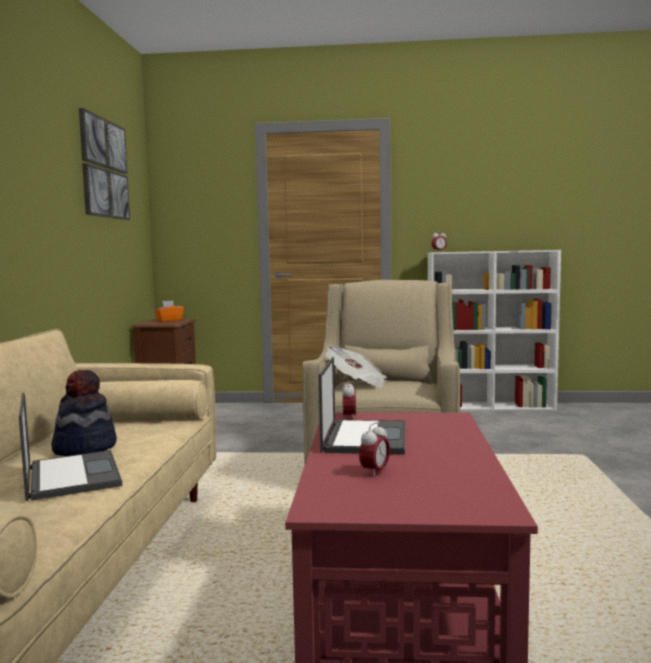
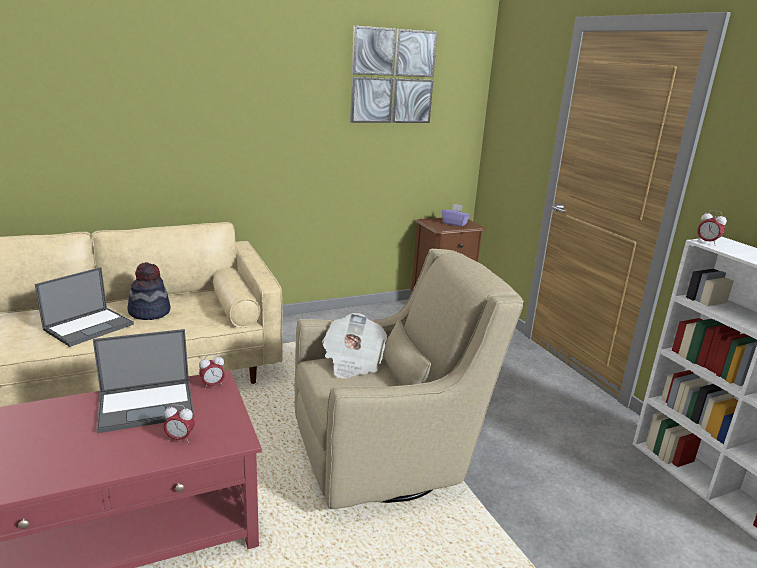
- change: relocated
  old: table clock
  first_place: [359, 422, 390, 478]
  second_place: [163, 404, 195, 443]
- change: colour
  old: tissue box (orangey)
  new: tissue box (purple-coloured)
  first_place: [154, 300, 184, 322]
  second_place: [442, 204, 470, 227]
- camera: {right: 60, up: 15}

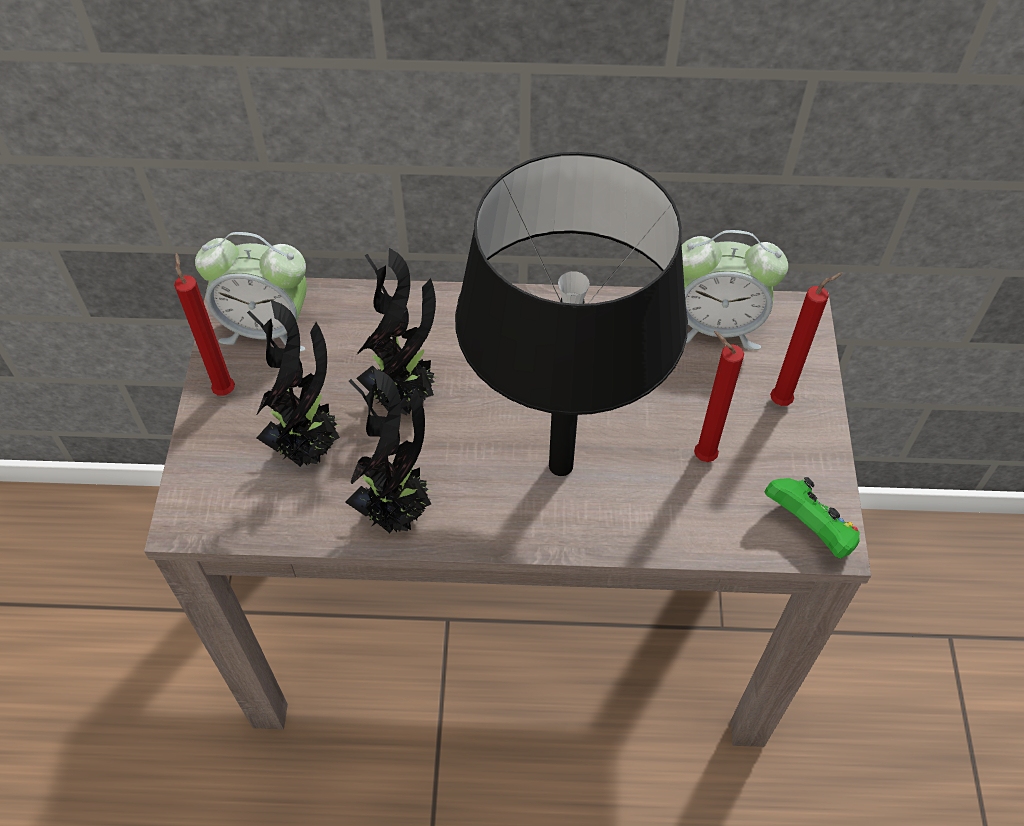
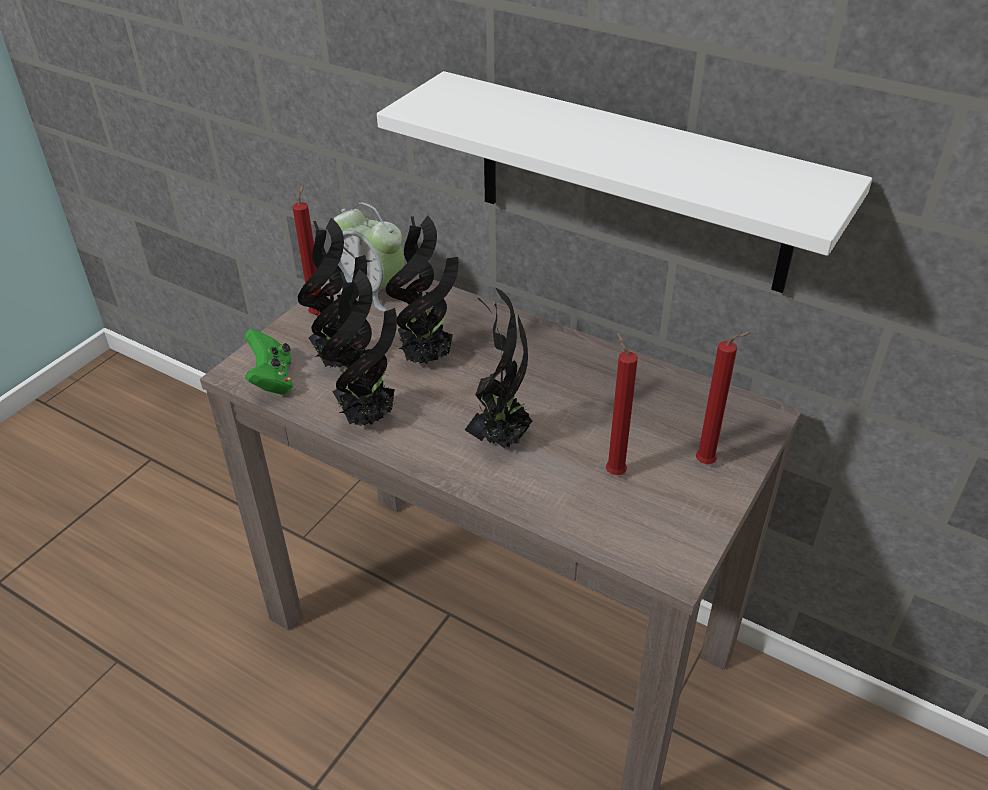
- change: relocated
  old: game controller (greenish)
  first_place: [765, 477, 860, 559]
  second_place: [245, 329, 293, 394]
- change: appeared
  new: bracket shelf (white-coloured)
  second_place: [377, 71, 872, 293]
- change: exchanged
  old: table lamp (black-coloured)
  new: potted plant
  first_place: [455, 152, 688, 476]
  second_place: [465, 287, 533, 449]
- change: missing
  old: table clock
  first_place: [682, 230, 788, 350]
- camera: {right: 30, up: -15}

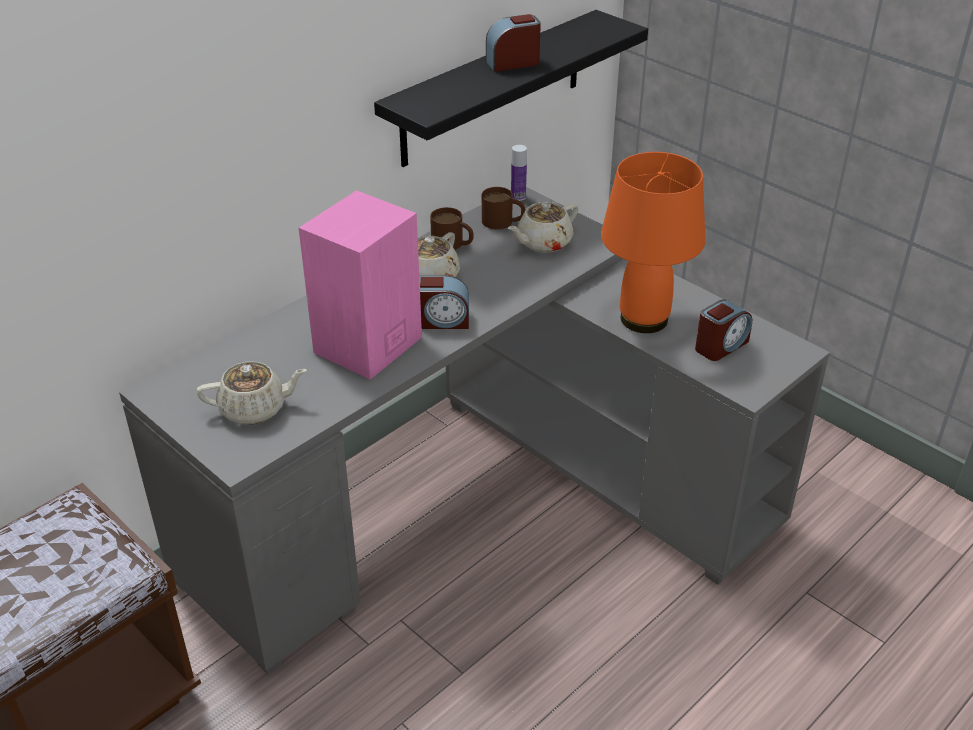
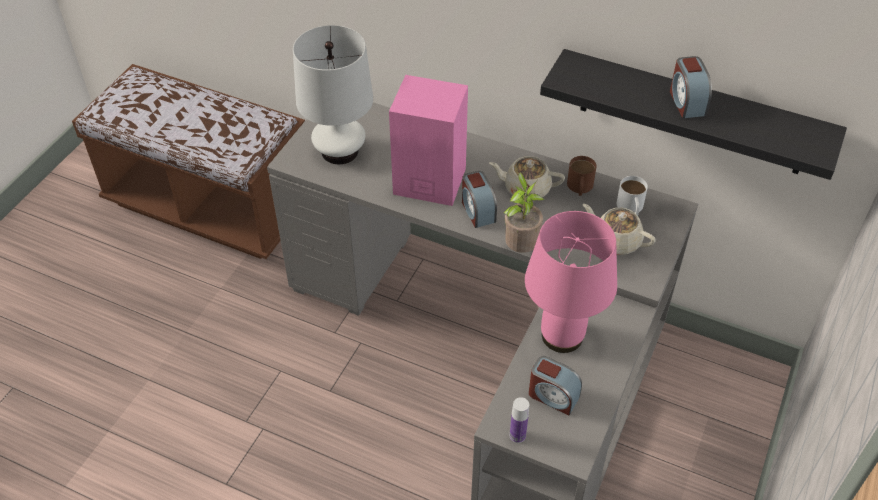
- change: exchanged
  old: tea pot (sand-coloured)
  new: table lamp (white-coloured)
  first_place: [196, 362, 307, 424]
  second_place: [293, 25, 373, 164]
- change: appeared
  new: potted plant
  second_place: [504, 172, 544, 253]
- change: relocated
  old: bottle
  first_place: [511, 145, 527, 201]
  second_place: [510, 397, 529, 443]
- change: colour
  old: table lamp (orangey)
  new: table lamp (pinkish)
  first_place: [601, 152, 705, 333]
  second_place: [525, 211, 617, 353]
- change: colour
  old: coffee mug (brownish)
  new: coffee mug (white-coloured)
  first_place: [482, 187, 525, 229]
  second_place: [617, 176, 648, 216]
- change: spun
  old: table clock
  first_place: [486, 14, 541, 72]
  second_place: [670, 56, 712, 118]
  degrees: -150
- camera: {right: 70, up: 10}

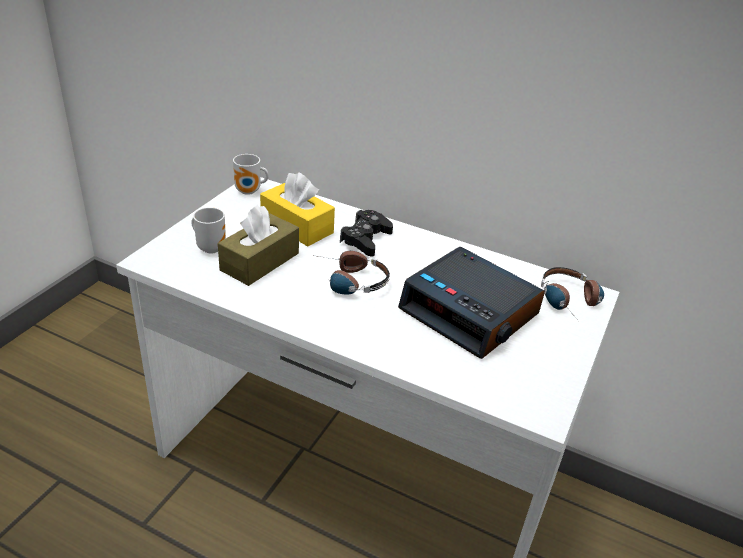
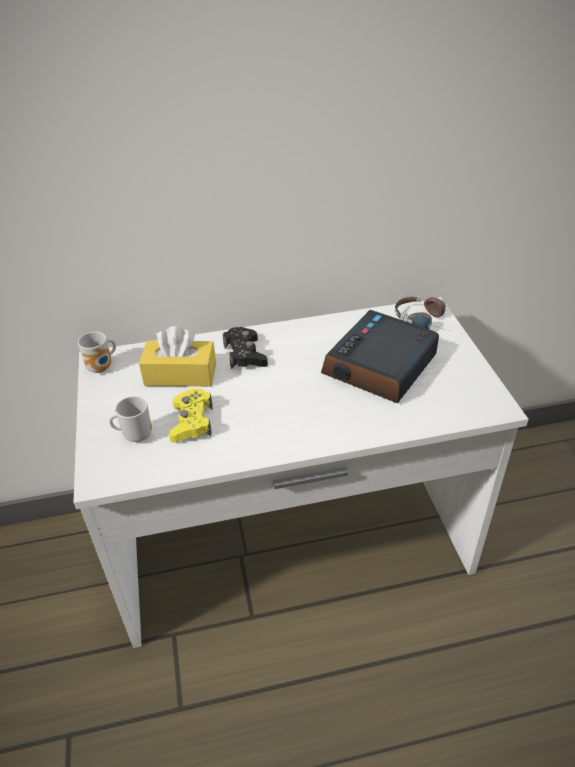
- change: exchanged
  old: tissue box (brownish)
  new: game controller (yellowish)
  first_place: [218, 205, 299, 286]
  second_place: [169, 389, 213, 442]
- change: spun
  old: table clock
  first_place: [398, 247, 545, 359]
  second_place: [321, 310, 439, 403]
  degrees: 120
- change: missing
  old: headset
  first_place: [319, 251, 390, 295]
- camera: {right: -35, up: 5}

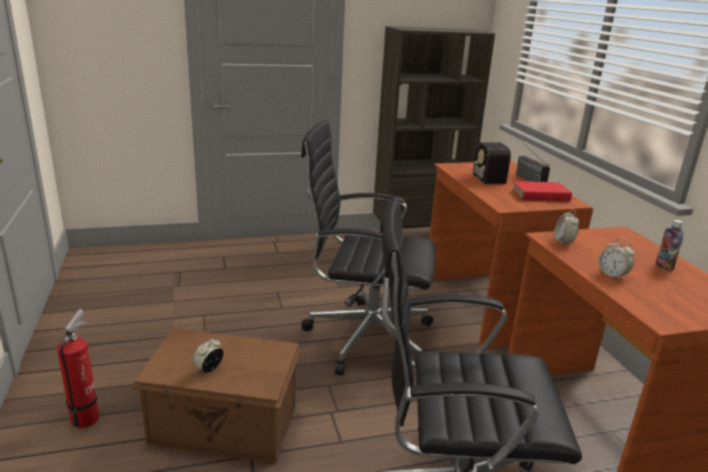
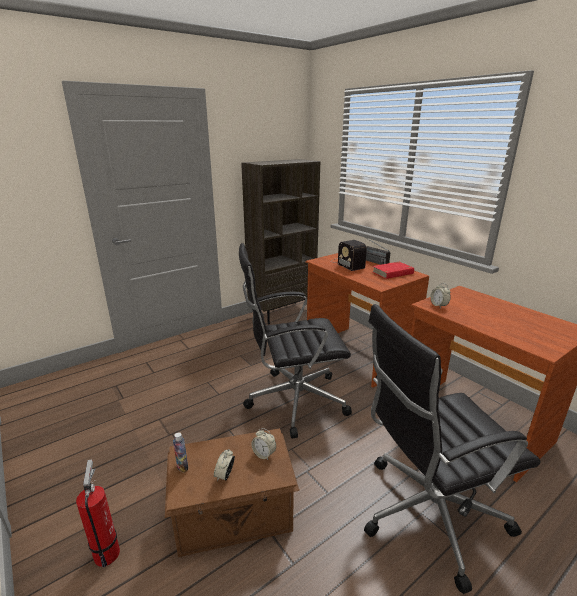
- change: relocated
  old: bottle
  first_place: [656, 220, 684, 271]
  second_place: [173, 432, 188, 473]
- change: relocated
  old: table clock
  first_place: [598, 238, 635, 280]
  second_place: [251, 428, 276, 460]
- camera: {right: -20, up: 0}

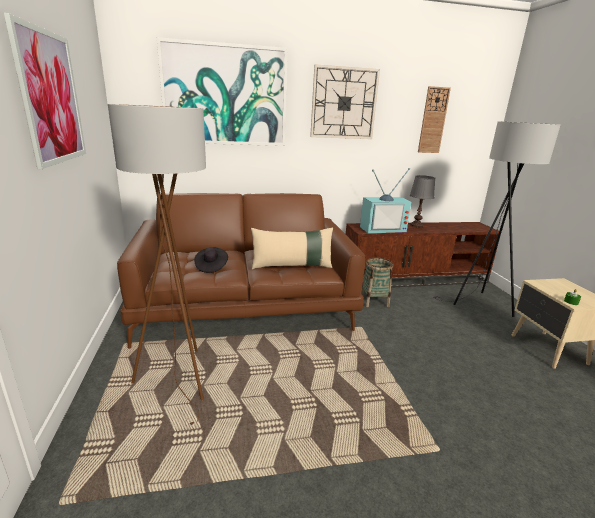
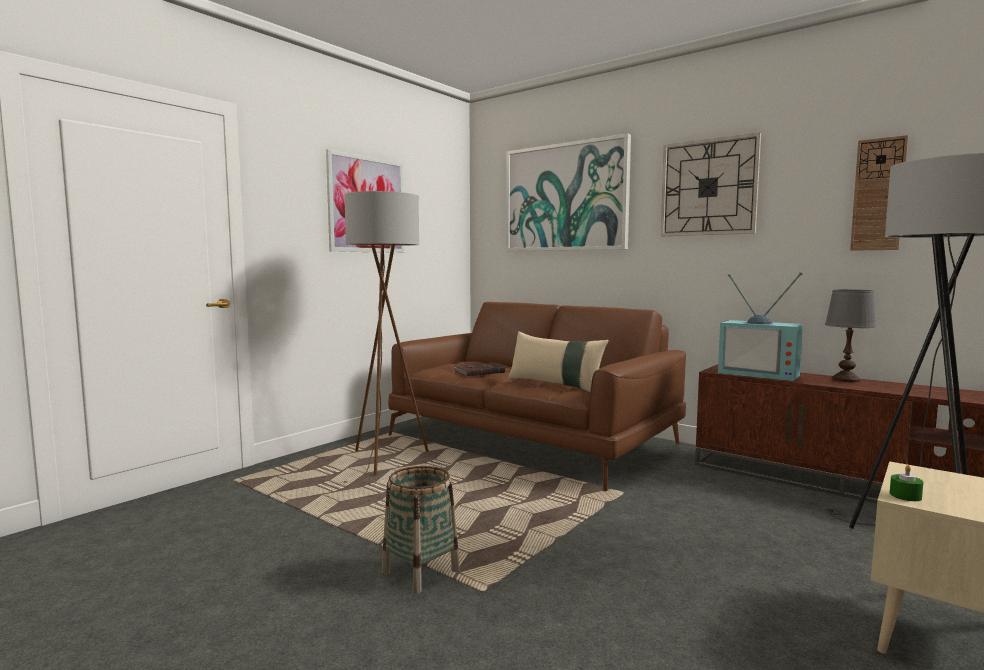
- change: relocated
  old: storage basket
  first_place: [361, 257, 393, 307]
  second_place: [382, 466, 460, 594]
- change: exchanged
  old: wearable hat (black-coloured)
  new: volume (brownish)
  first_place: [194, 247, 228, 273]
  second_place: [453, 363, 505, 376]
- camera: {right: 50, up: -15}

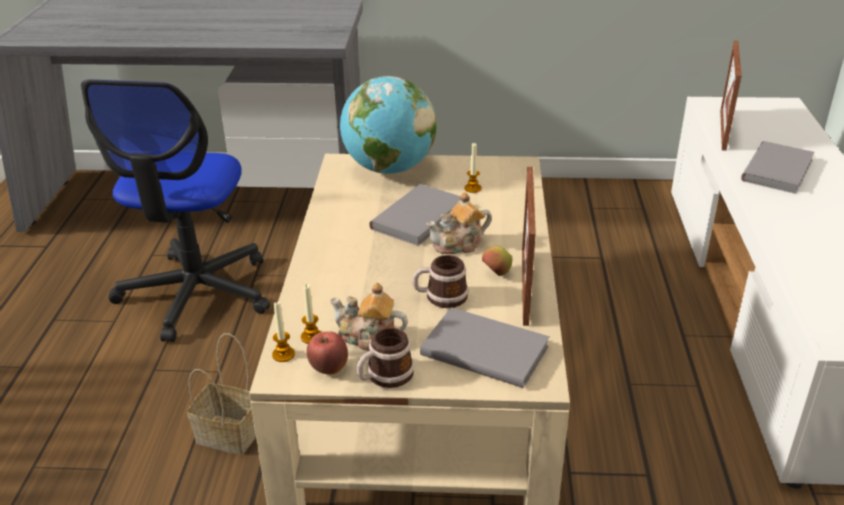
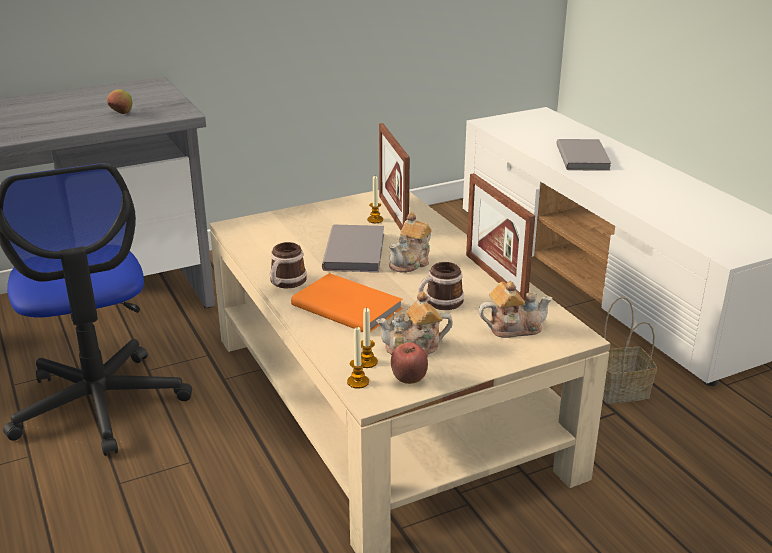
- change: relocated
  old: whole apple
  first_place: [482, 246, 512, 276]
  second_place: [107, 89, 132, 114]
- change: relocated
  old: coffee mug
  first_place: [357, 328, 414, 388]
  second_place: [270, 242, 307, 288]
- change: appeared
  new: volume (orangey)
  second_place: [291, 273, 403, 332]
- change: relocated
  old: picture frame
  first_place: [720, 41, 742, 151]
  second_place: [379, 123, 410, 230]
- change: exchanged
  old: volume (greyish)
  new: tea pot
  first_place: [420, 307, 550, 388]
  second_place: [479, 281, 552, 338]
- change: relocated
  old: storage basket
  first_place: [187, 333, 256, 455]
  second_place: [603, 297, 657, 404]
- change: missing
  old: world globe
  first_place: [340, 76, 437, 174]
- camera: {right: -30, up: -5}

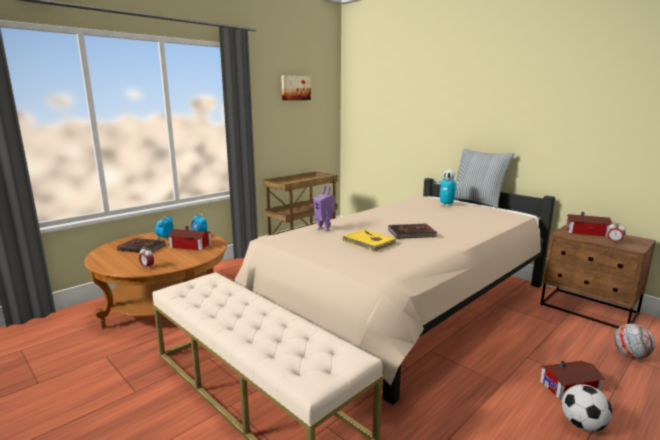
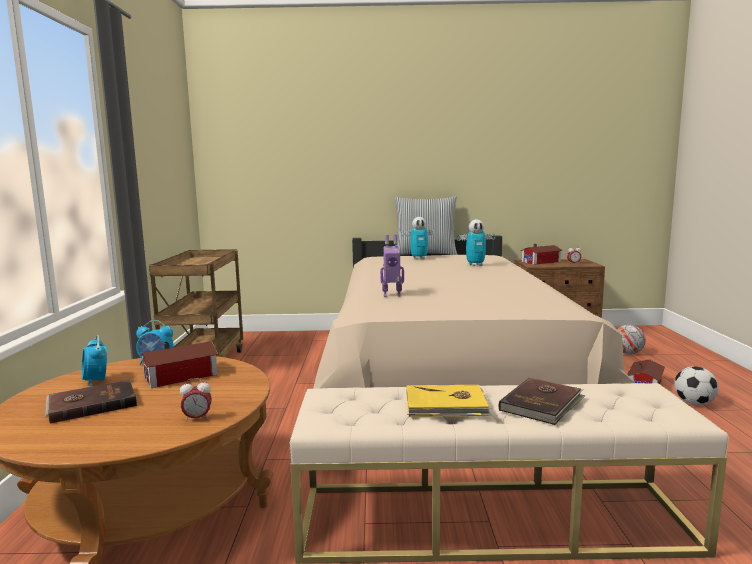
- change: relocated
  old: volume (yellowish)
  first_place: [343, 229, 396, 251]
  second_place: [406, 385, 492, 417]
- change: appeared
  new: toy robot
  second_place: [457, 219, 495, 266]
- change: relocated
  old: volume (brownish)
  first_place: [388, 224, 438, 239]
  second_place: [499, 377, 586, 425]
- change: missing
  old: wall art
  first_place: [281, 75, 311, 100]
- camera: {right: -45, up: -5}

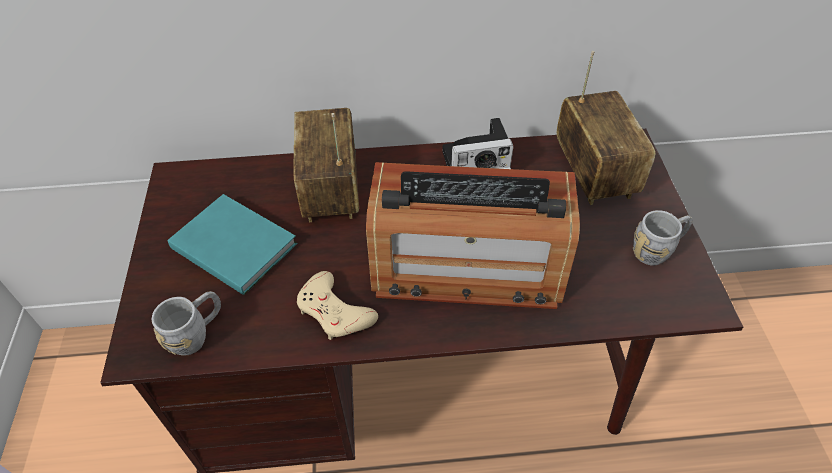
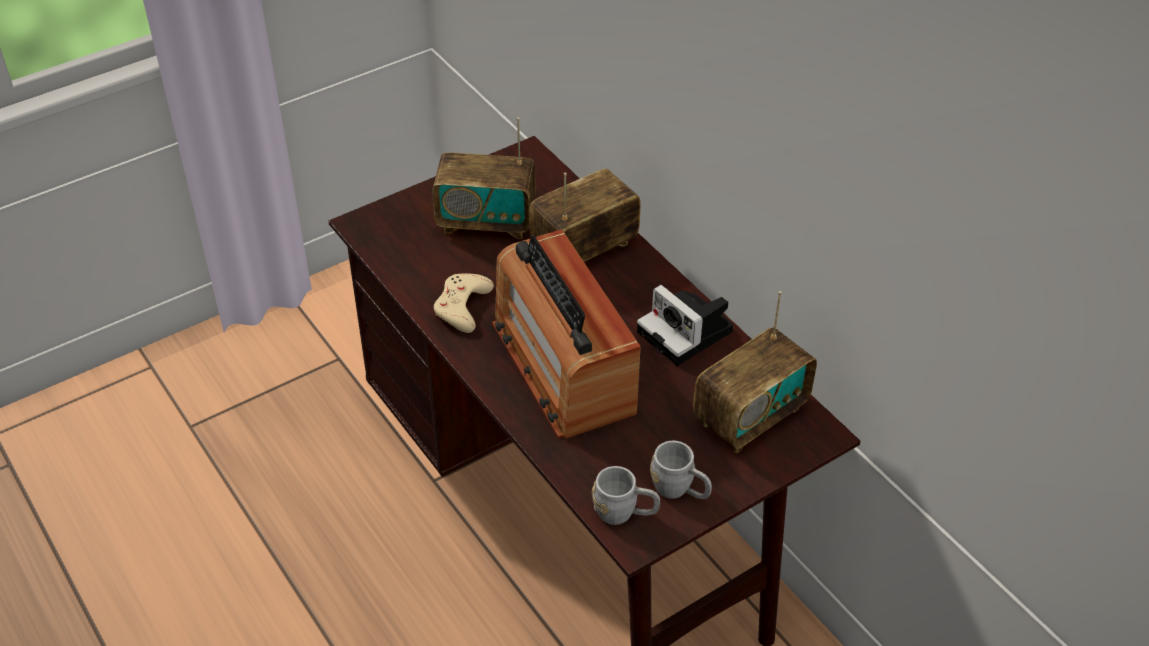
- change: exchanged
  old: volume (turquoise-coloured)
  new: radio receiver
  first_place: [167, 194, 297, 295]
  second_place: [432, 118, 536, 239]
- change: relocated
  old: coffee mug (greyish)
  first_place: [152, 291, 221, 356]
  second_place: [592, 466, 660, 525]
- camera: {right: 60, up: -5}

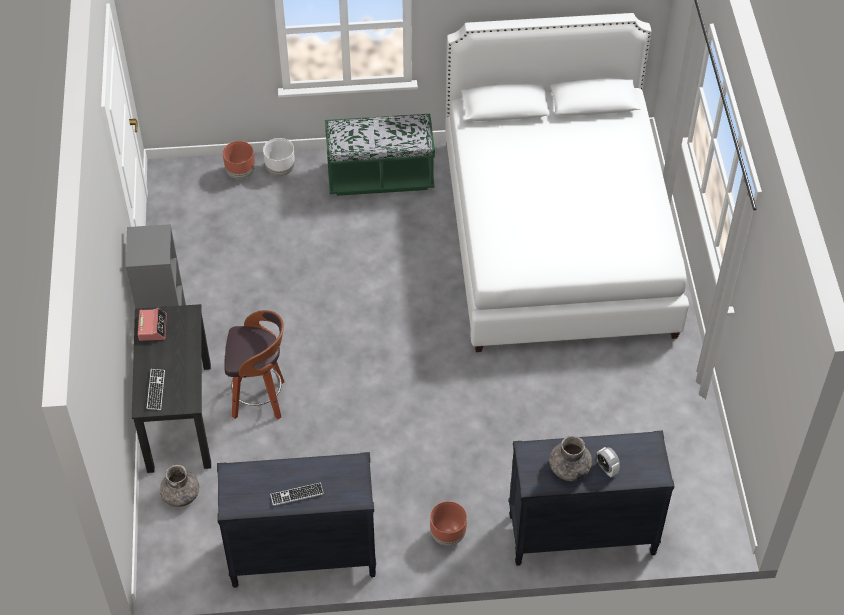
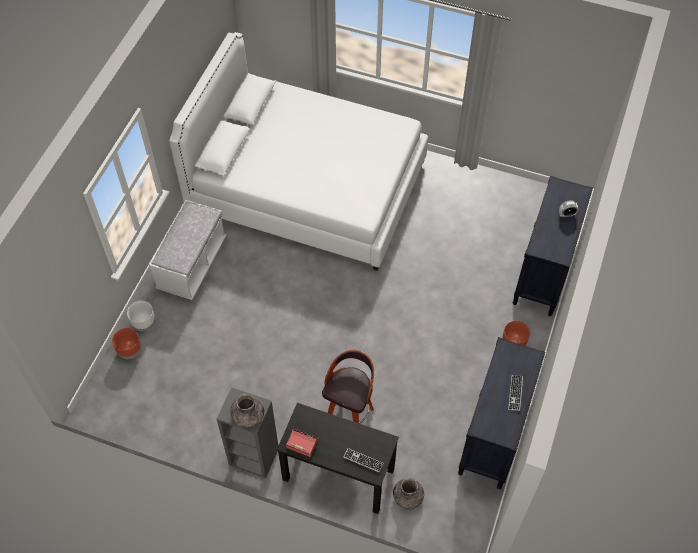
- change: colour
  old: indoor bench (greenish)
  new: indoor bench (white-coloured)
  first_place: [325, 114, 435, 196]
  second_place: [149, 200, 226, 300]
- change: relocated
  old: flower vase (greyish)
  first_place: [549, 436, 592, 481]
  second_place: [230, 393, 264, 428]
- camera: {right: -65, up: 5}

